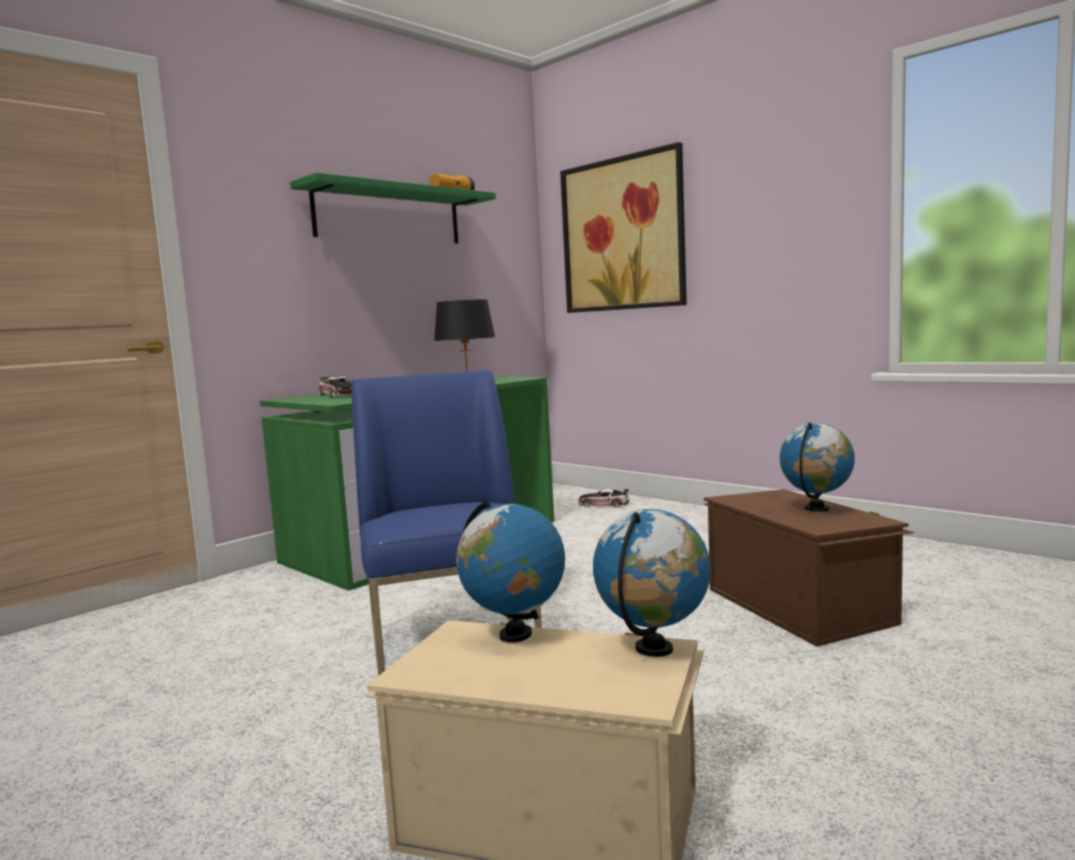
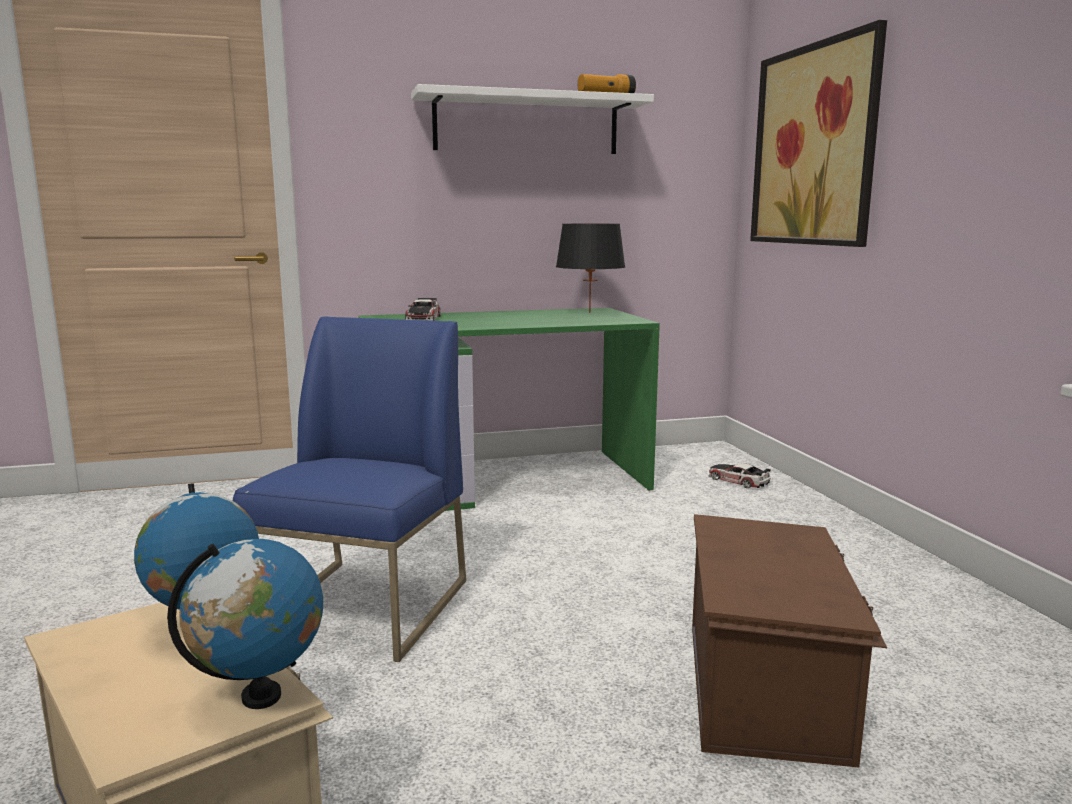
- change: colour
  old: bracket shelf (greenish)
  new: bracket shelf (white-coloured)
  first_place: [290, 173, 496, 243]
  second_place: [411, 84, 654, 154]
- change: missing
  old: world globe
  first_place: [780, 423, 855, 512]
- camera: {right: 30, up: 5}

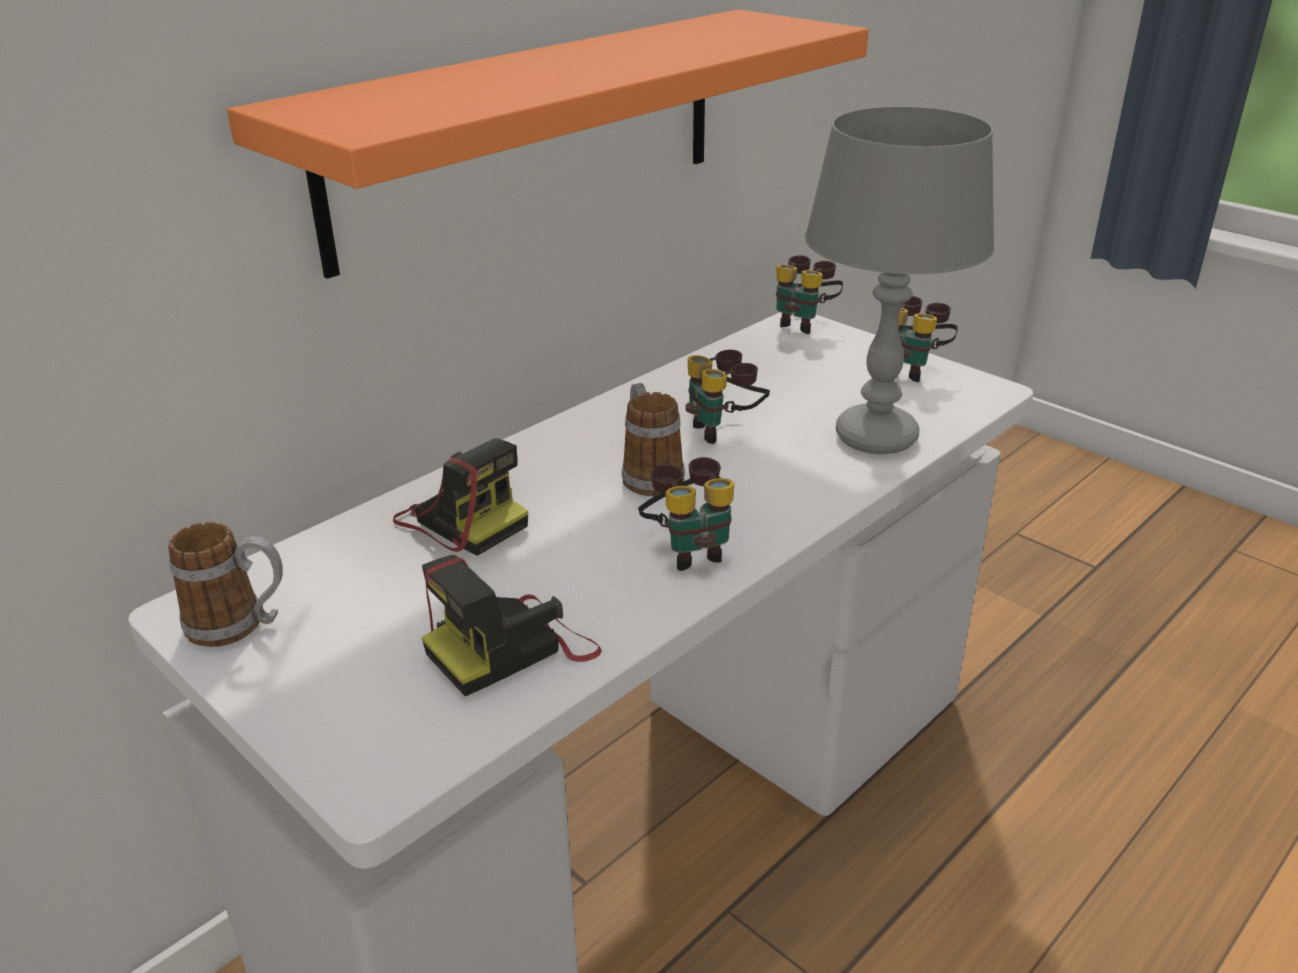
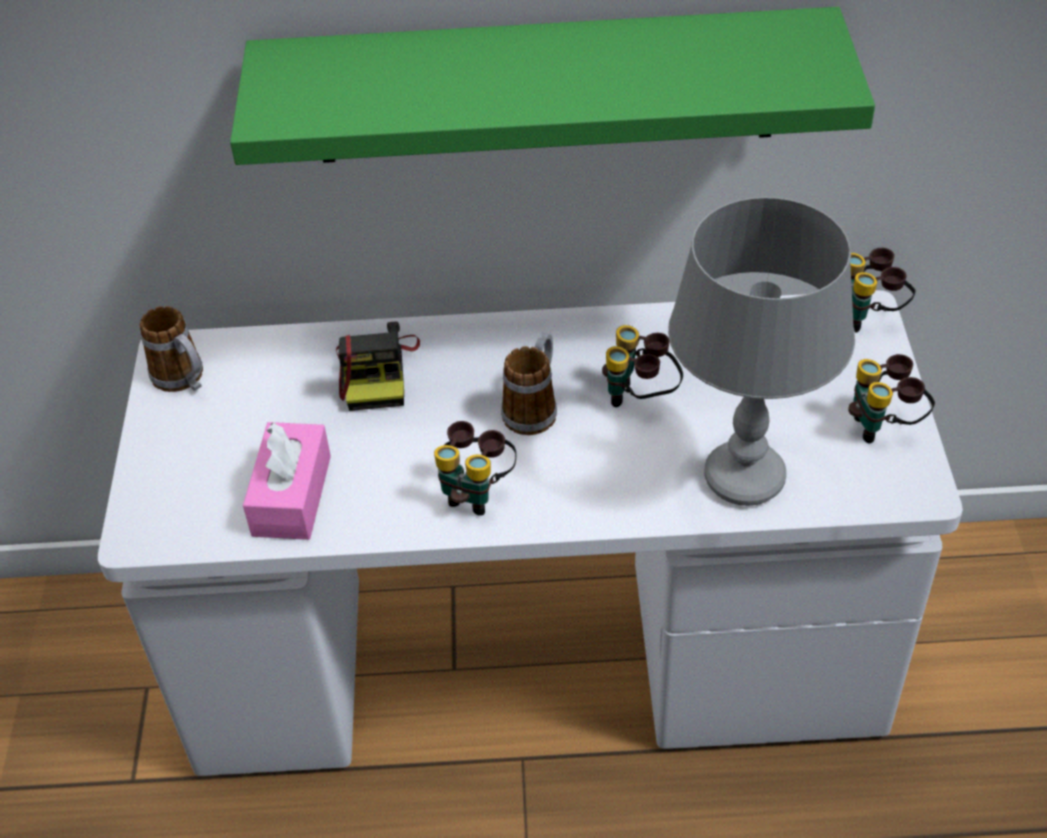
- change: colour
  old: bracket shelf (orangey)
  new: bracket shelf (greenish)
  first_place: [227, 9, 869, 279]
  second_place: [230, 7, 875, 165]
- change: exchanged
  old: photo camera
  new: tissue box (pinkish)
  first_place: [421, 555, 602, 696]
  second_place: [243, 422, 331, 540]
- camera: {right: 45, up: 15}

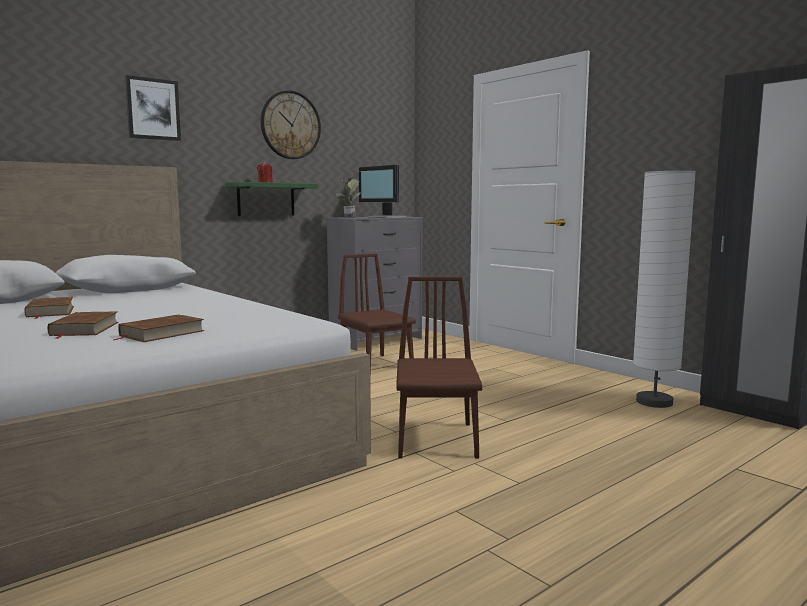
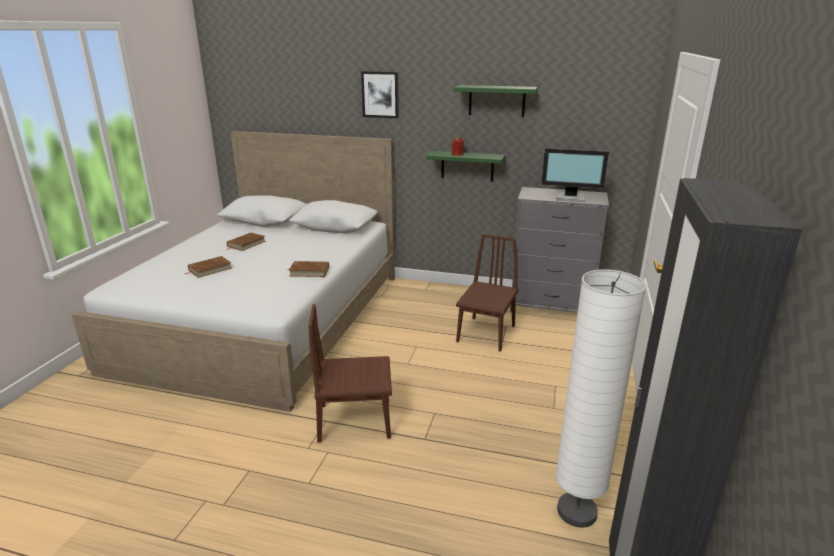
- change: relocated
  old: volume (brownish)
  first_place: [112, 314, 204, 342]
  second_place: [287, 261, 329, 277]
- change: spun
  old: plain chair (brownish)
  first_place: [396, 277, 483, 458]
  second_place: [308, 304, 392, 443]
  degrees: -150
- change: exchanged
  old: wall clock
  new: bracket shelf (greenish)
  first_place: [261, 90, 321, 159]
  second_place: [454, 85, 538, 117]
- change: spun
  old: computer screen
  first_place: [359, 165, 406, 218]
  second_place: [542, 148, 609, 202]
  degrees: -90
- change: missing
  old: potted plant
  first_place: [336, 179, 361, 217]
- camera: {right: 55, up: 15}

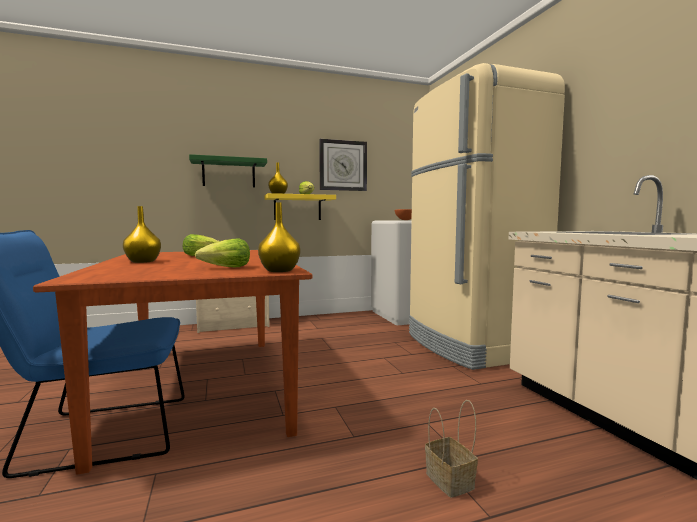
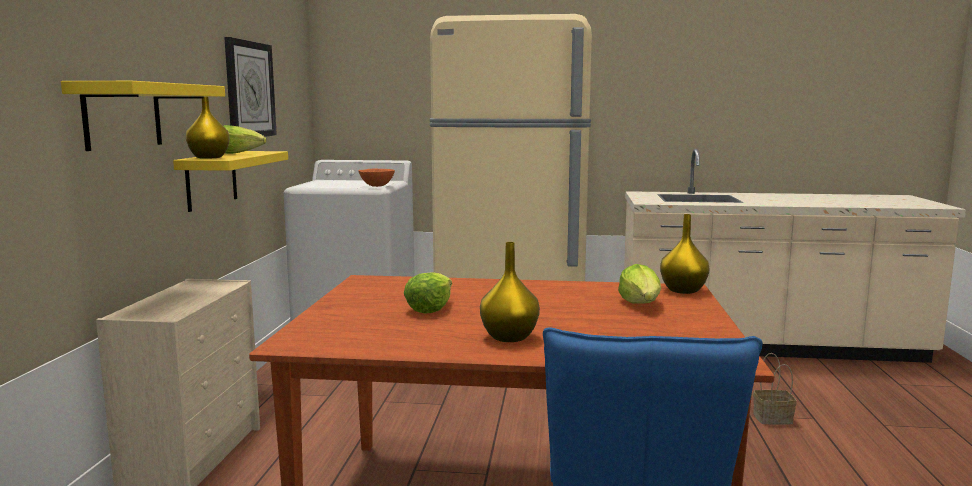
- change: colour
  old: bracket shelf (greenish)
  new: bracket shelf (yellowish)
  first_place: [189, 154, 267, 187]
  second_place: [61, 81, 225, 151]
- camera: {right: -65, up: 5}

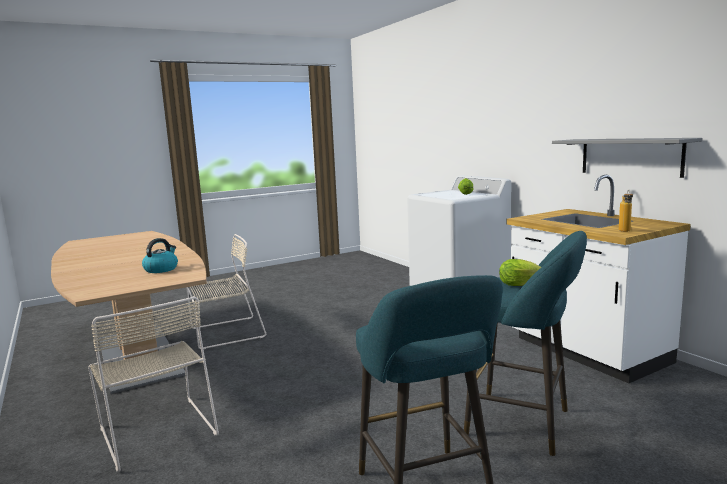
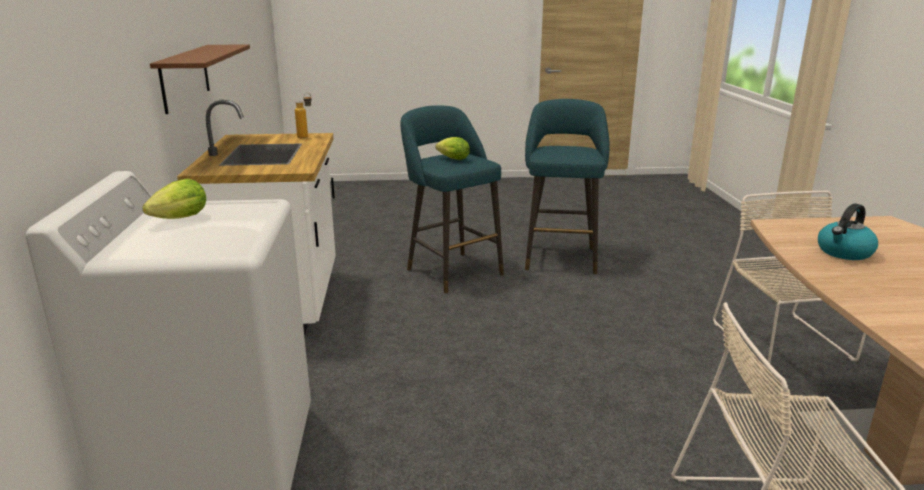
- change: colour
  old: bracket shelf (greyish)
  new: bracket shelf (brownish)
  first_place: [552, 138, 703, 178]
  second_place: [150, 44, 250, 114]
- camera: {right: -155, up: 10}

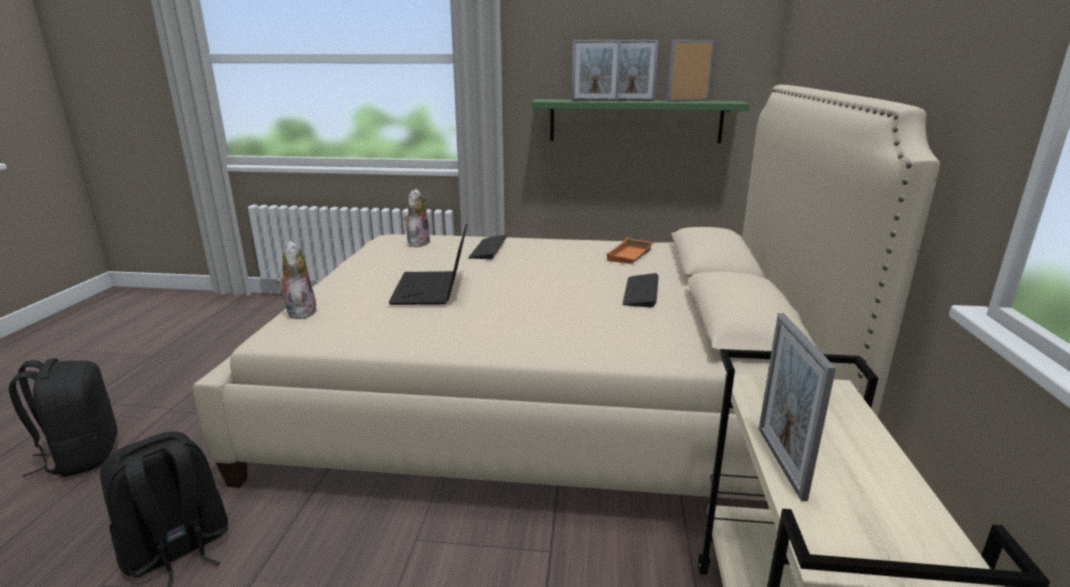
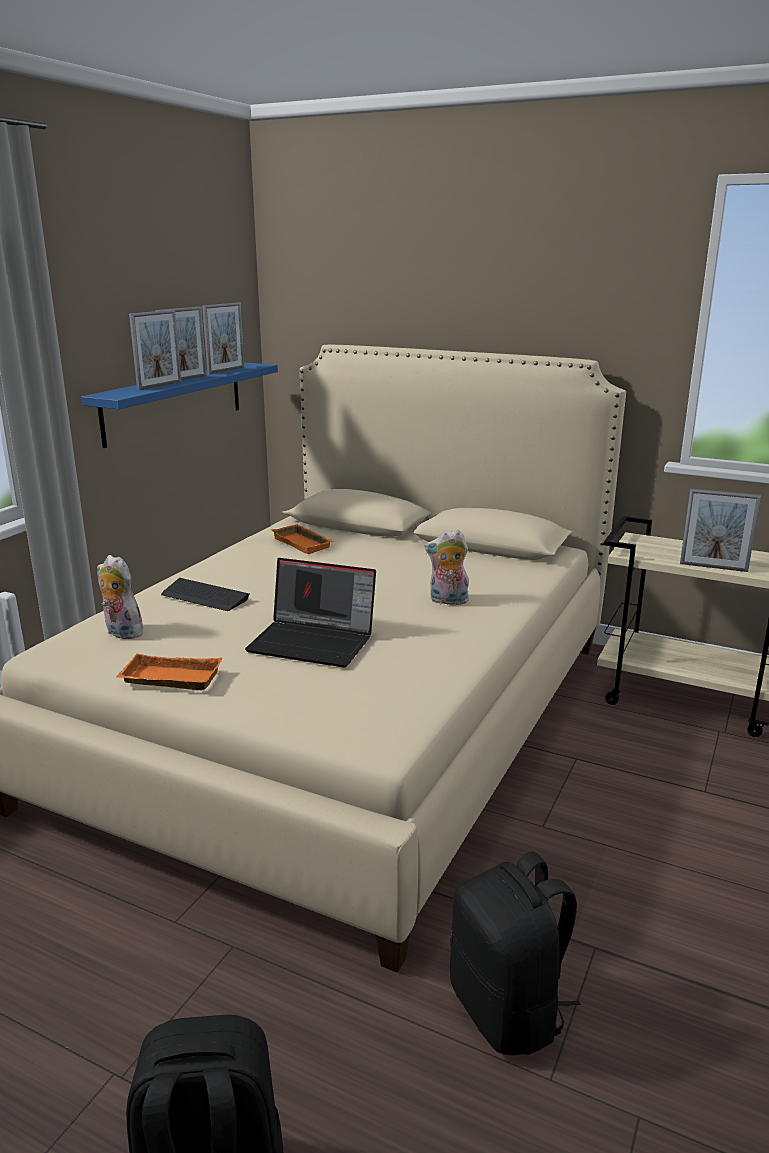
- change: colour
  old: bracket shelf (greenish)
  new: bracket shelf (blue-coloured)
  first_place: [532, 99, 749, 143]
  second_place: [81, 362, 278, 448]
- change: appeared
  new: carrying tray (orangey)
  second_place: [116, 654, 222, 690]
- change: spun
  old: picture frame
  first_place: [667, 39, 715, 102]
  second_place: [202, 302, 245, 374]
  degrees: -150
- change: relocated
  old: cuddly toy
  first_place: [276, 241, 317, 319]
  second_place: [425, 530, 470, 605]
- change: missing
  old: PC keyboard
  first_place: [622, 273, 659, 308]
- camera: {right: -70, up: 0}

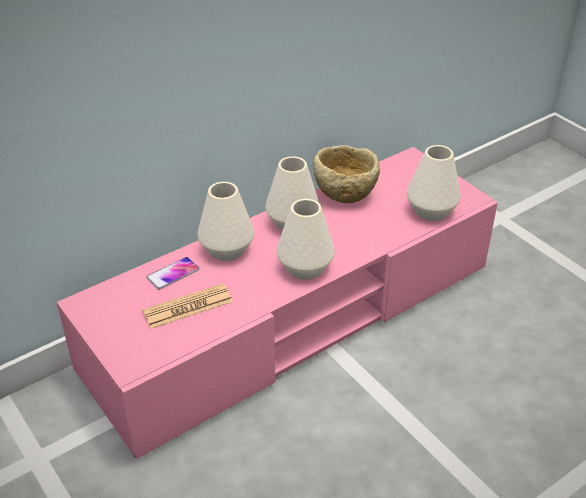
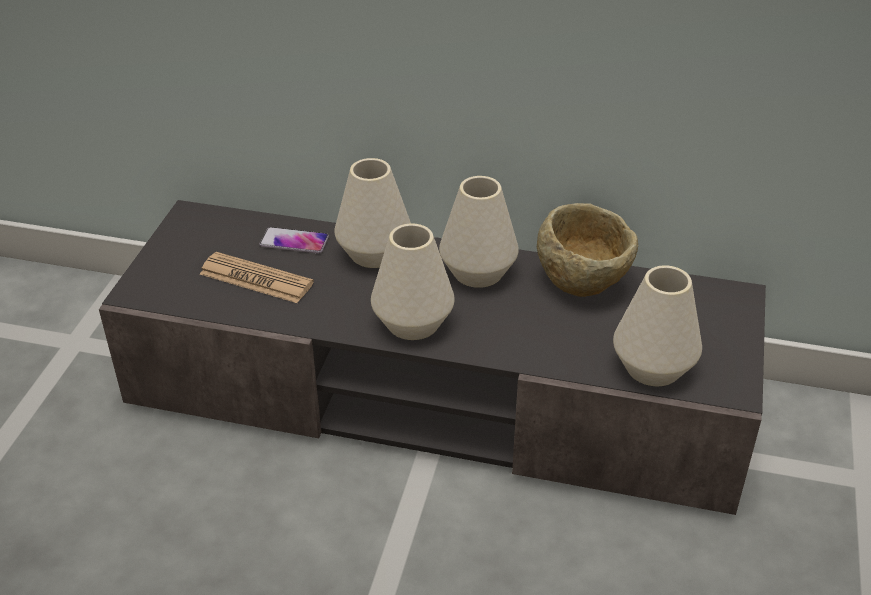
- change: colour
  old: tv stand (pinkish)
  new: tv stand (greyish)
  first_place: [57, 147, 498, 459]
  second_place: [99, 200, 766, 515]
- camera: {right: 50, up: 0}

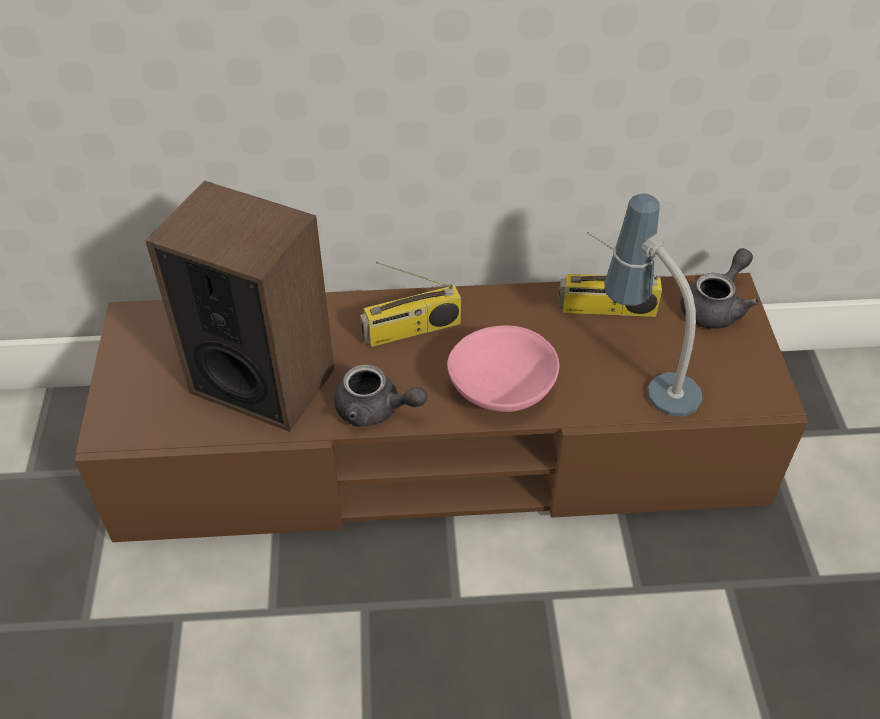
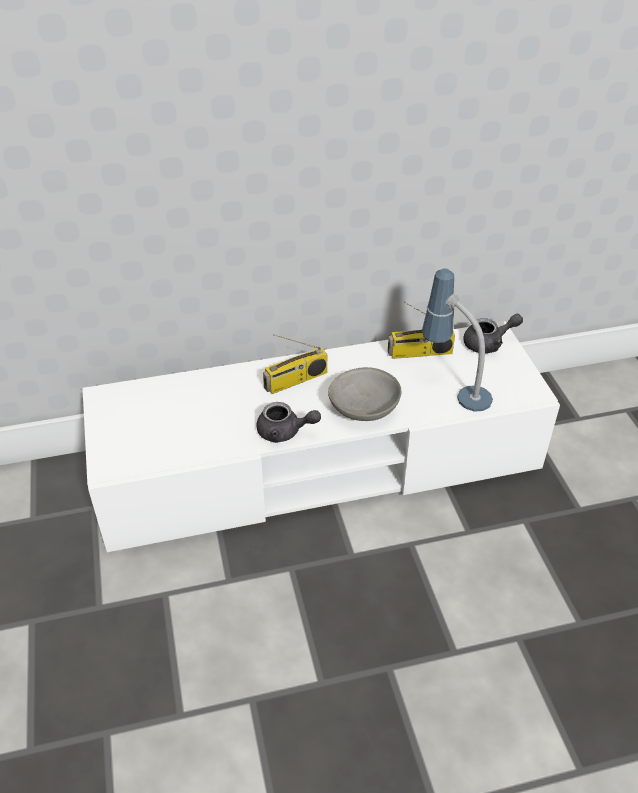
- change: colour
  old: tv stand (brownish)
  new: tv stand (white-coloured)
  first_place: [75, 273, 808, 542]
  second_place: [82, 321, 560, 552]
- change: colour
  old: bowl (pinkish)
  new: bowl (greyish)
  first_place: [447, 326, 559, 412]
  second_place: [328, 367, 401, 421]
- change: spun
  old: tea pot (greyish)
  first_place: [681, 248, 759, 329]
  second_place: [463, 314, 523, 353]
  degrees: 45
- change: missing
  old: speaker
  first_place: [145, 181, 334, 432]
- camera: {right: -10, up: -5}

